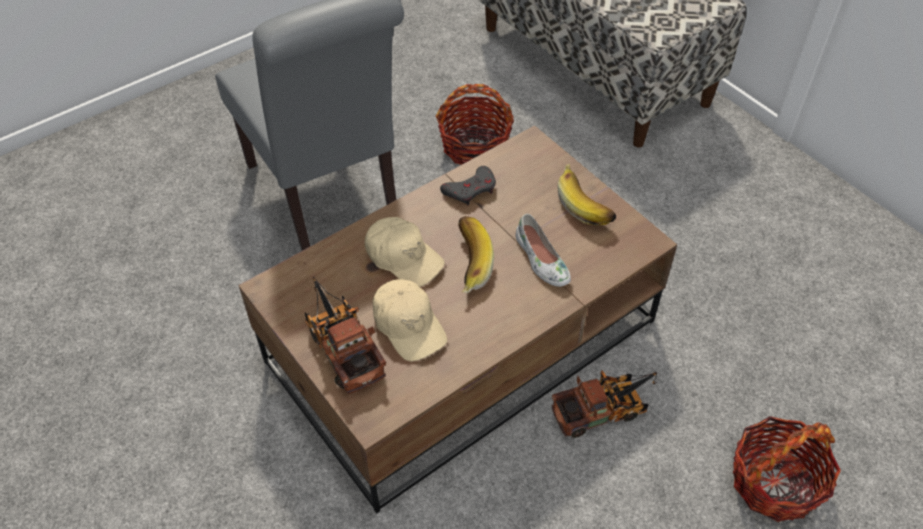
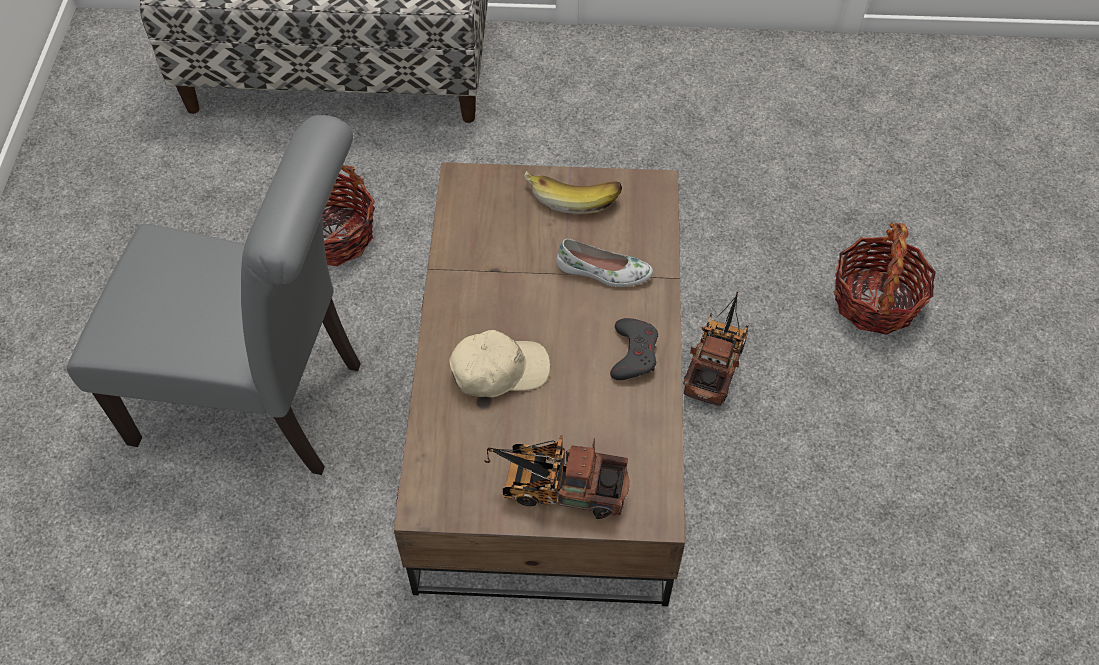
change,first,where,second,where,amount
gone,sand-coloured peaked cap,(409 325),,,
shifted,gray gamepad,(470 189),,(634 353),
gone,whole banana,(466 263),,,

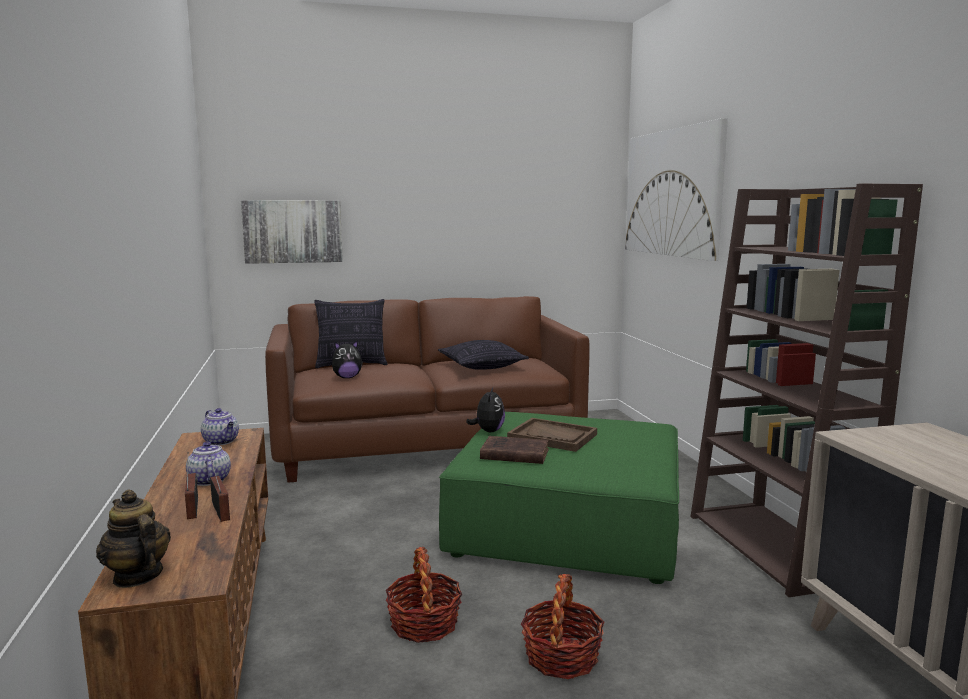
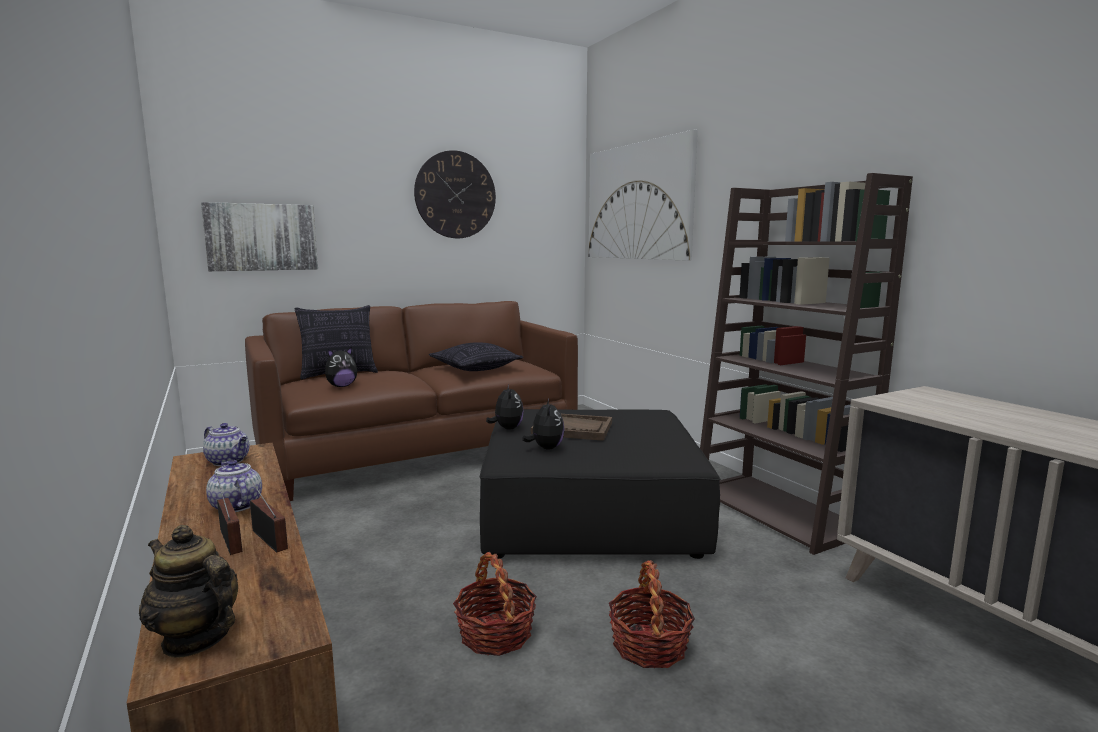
change,first,where,second,where,amount
repainted,green pouffe,(567 523),black pouffe,(590 511),
swapped,brown-coloured volume,(512 454),soft toy,(545 448),
new,,,clock on the wall,(455 195),

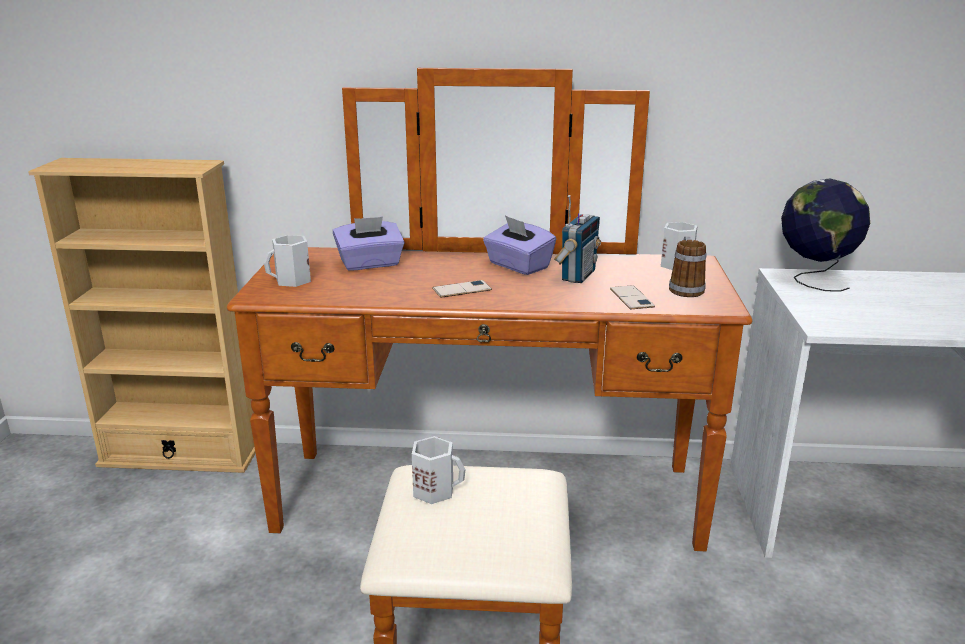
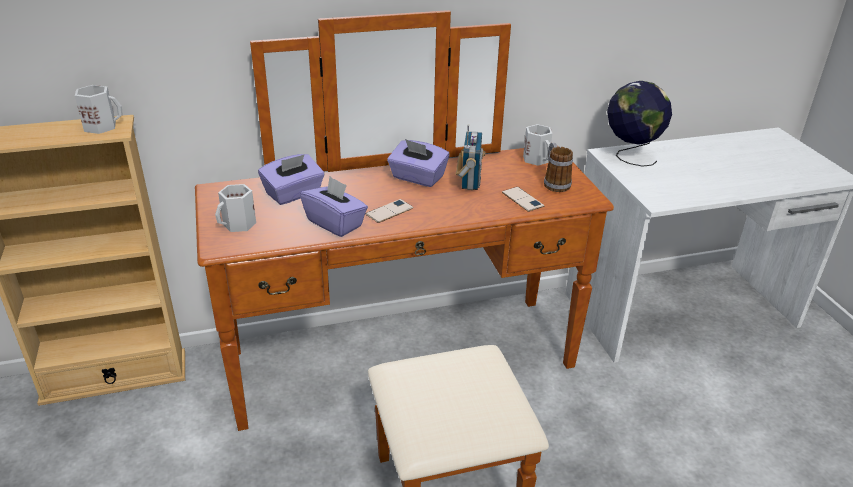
change,first,where,second,where,amount
shifted,white-coloured coffee mug,(435 490),,(101 126),
new,,,purple tissue box,(335 223),

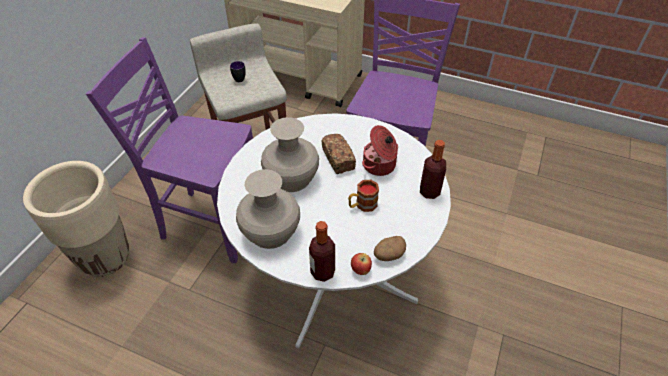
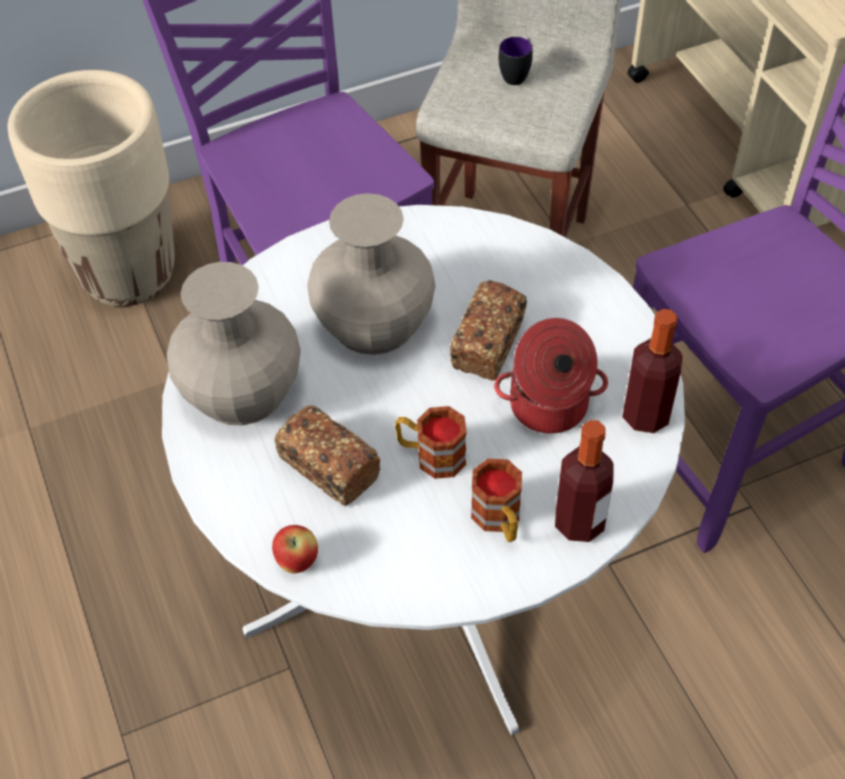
change,first,where,second,where,amount
shifted,bottle,(322 272),,(645 415),
gone,potato,(388 255),,,
new,,,bakery bread,(328 467),
new,,,coffee mug,(499 520),

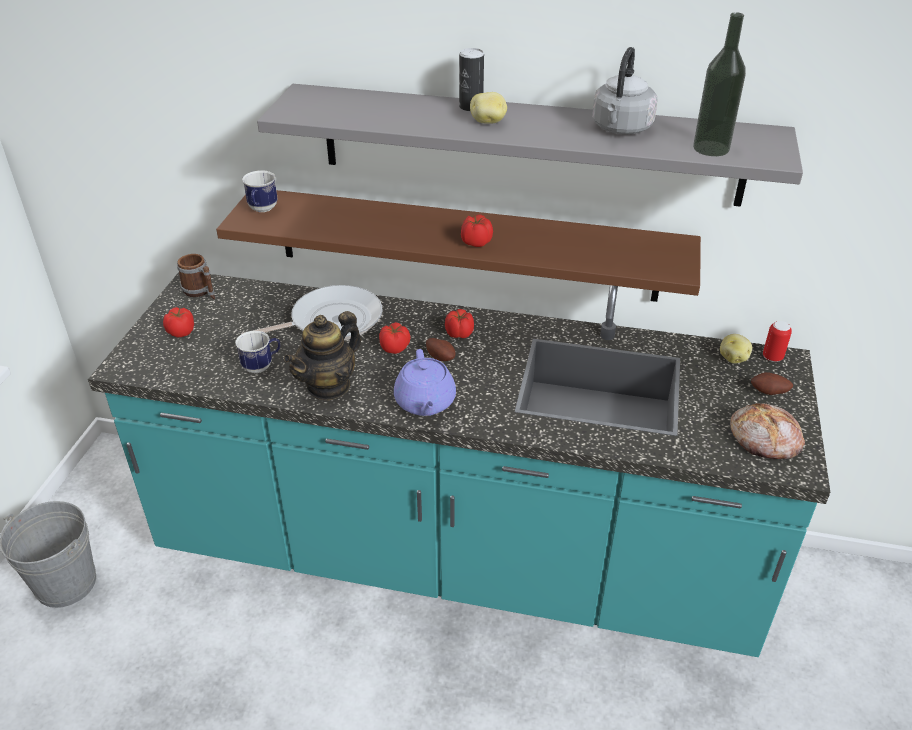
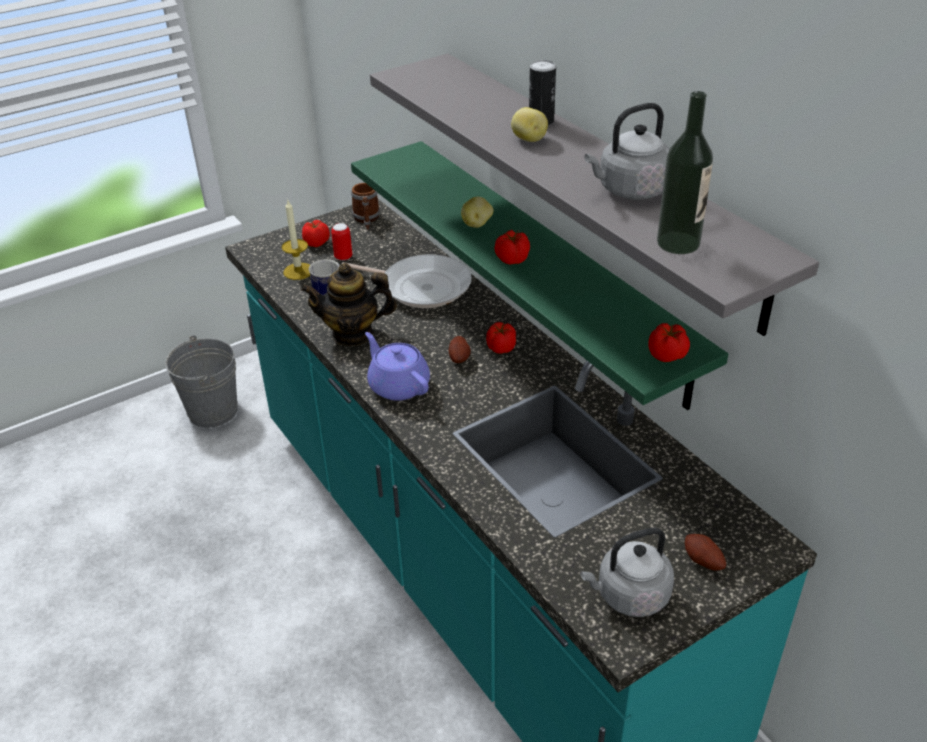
change,first,where,second,where,amount
repainted,brown-coloured shelf,(465 244),green shelf,(548 265),
gone,coffee mug,(262 210),,,
shifted,tomato,(395 348),,(667 355),
rotated,purple tea pot,(425 403),,(398 385),105 degrees clockwise
shifted,potato,(733 358),,(477 224),
swapped,bakery bread,(764 440),gray water kettle,(629 596),
shifted,can,(772 357),,(343 257),
new,,,candle,(298 271),

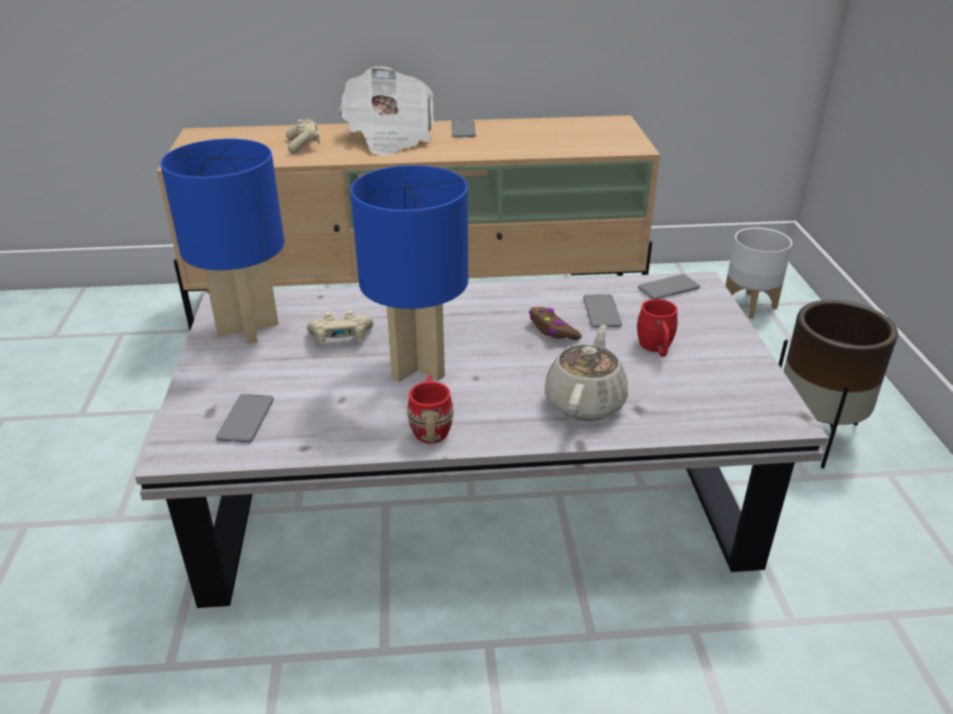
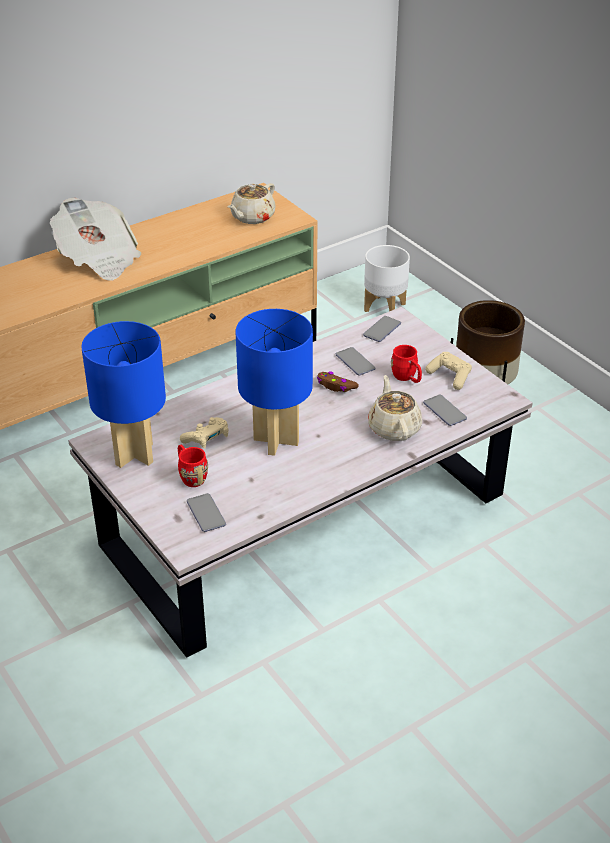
change,first,where,second,where,amount
shifted,sand-coloured gamepad,(303 145),,(450 376),
shifted,red coffee mug,(431 426),,(190 476),
shifted,phone,(463 130),,(444 411),
new,,,sand-coloured tea pot,(252 217),

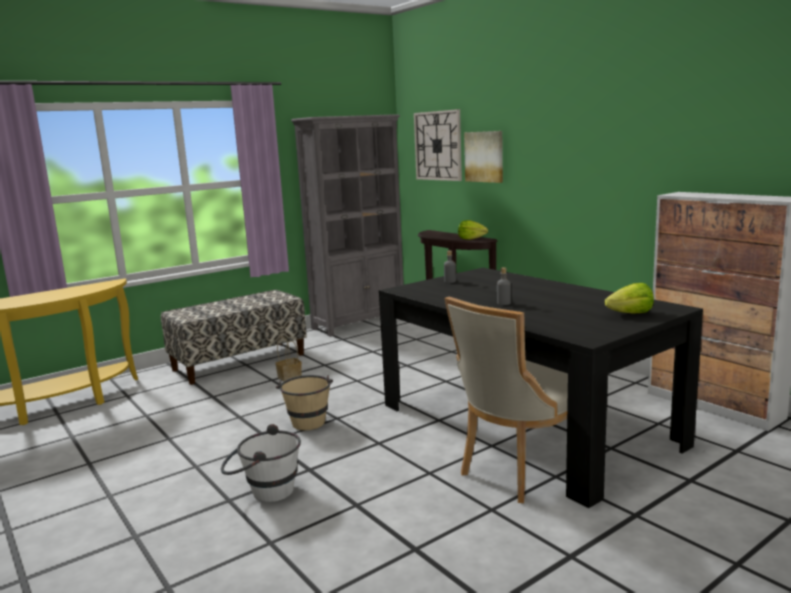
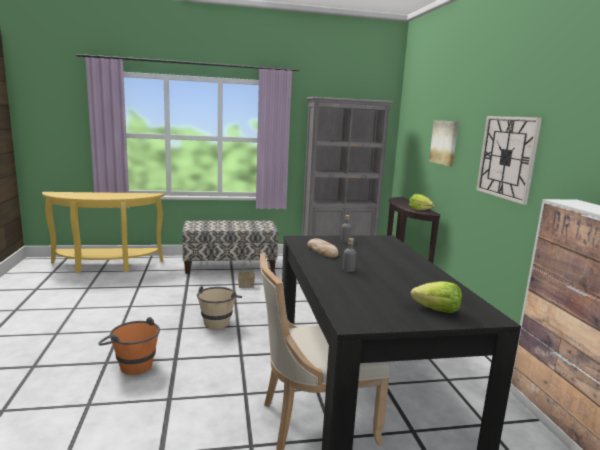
change,first,where,second,where,amount
repainted,white-coloured water bucket,(264 491),orange water bucket,(131 364),
shifted,clock on the wall,(438 146),,(507 157),
new,,,bakery bread,(323 251),

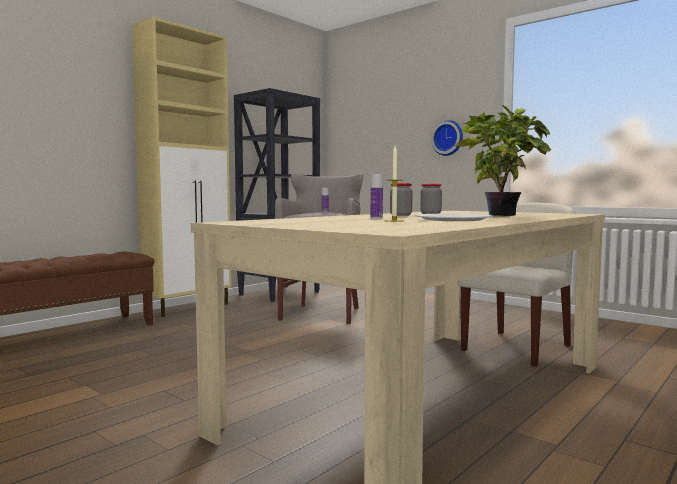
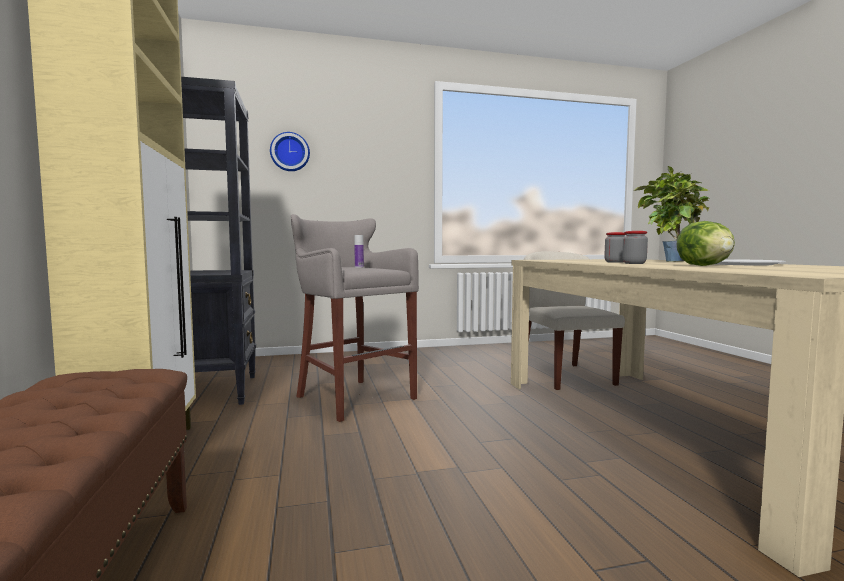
change,first,where,second,where,amount
swapped,bottle,(376 218),lettuce head,(705 266),
gone,candle,(394 221),,,
shifted,clock on the wall,(448 138),,(290 152),

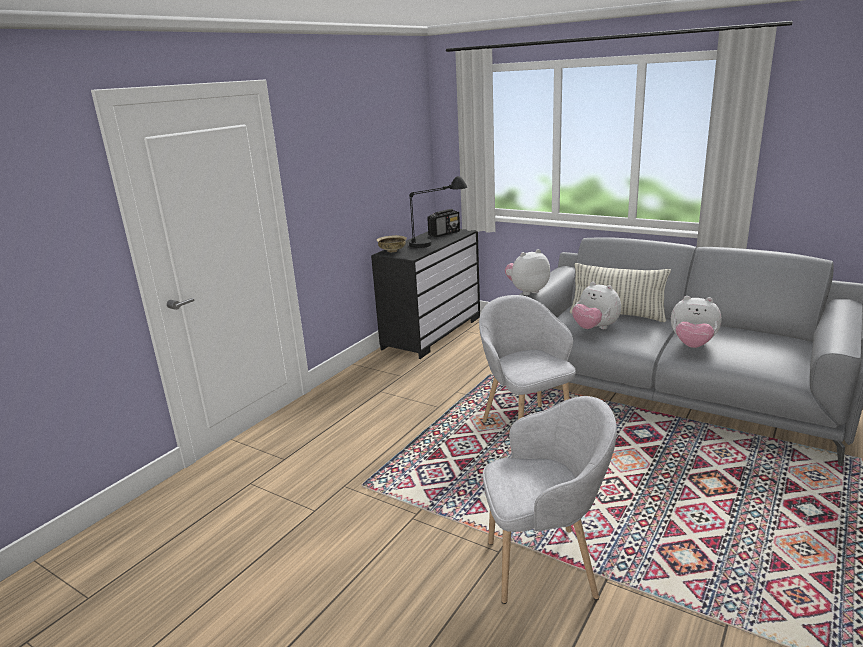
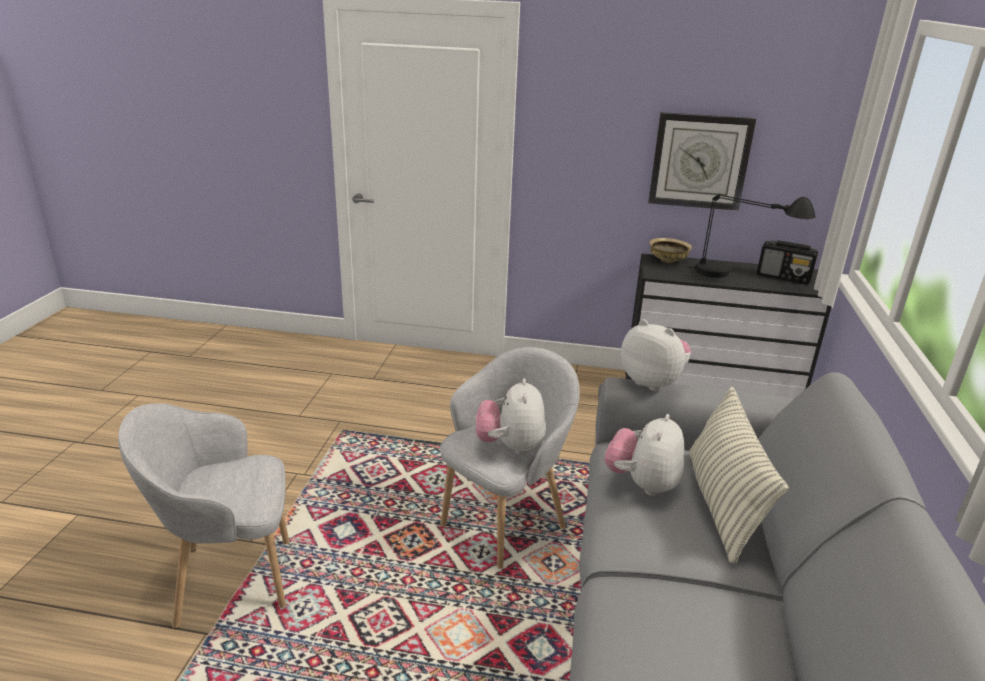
change,first,where,second,where,amount
rotated,gray lounge chair,(545 566),,(229 579),105 degrees clockwise
shifted,soft toy,(692 345),,(510 447),
new,,,clock on the wall,(699 161),

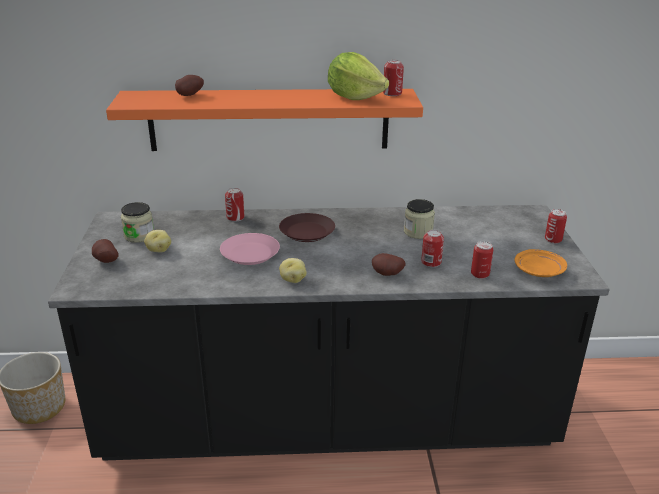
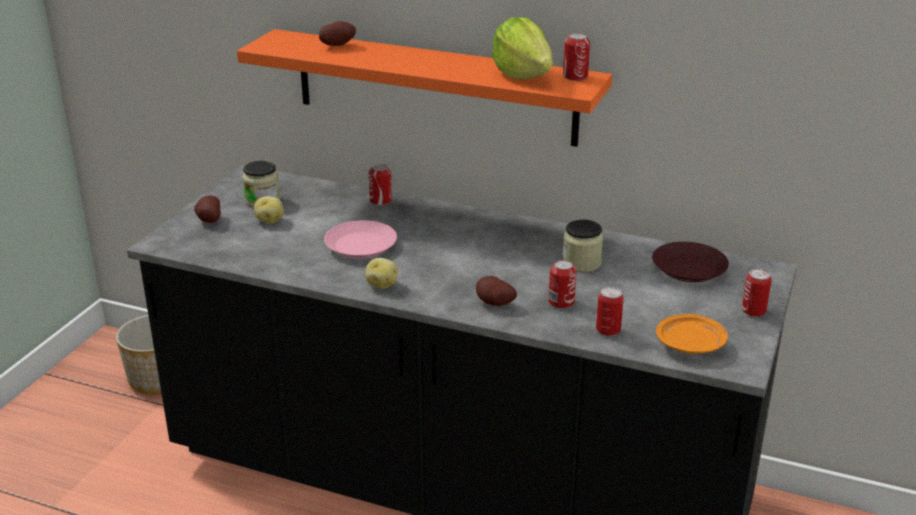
change,first,where,second,where,amount
shifted,brown-coloured plate,(307 232),,(689 269),

